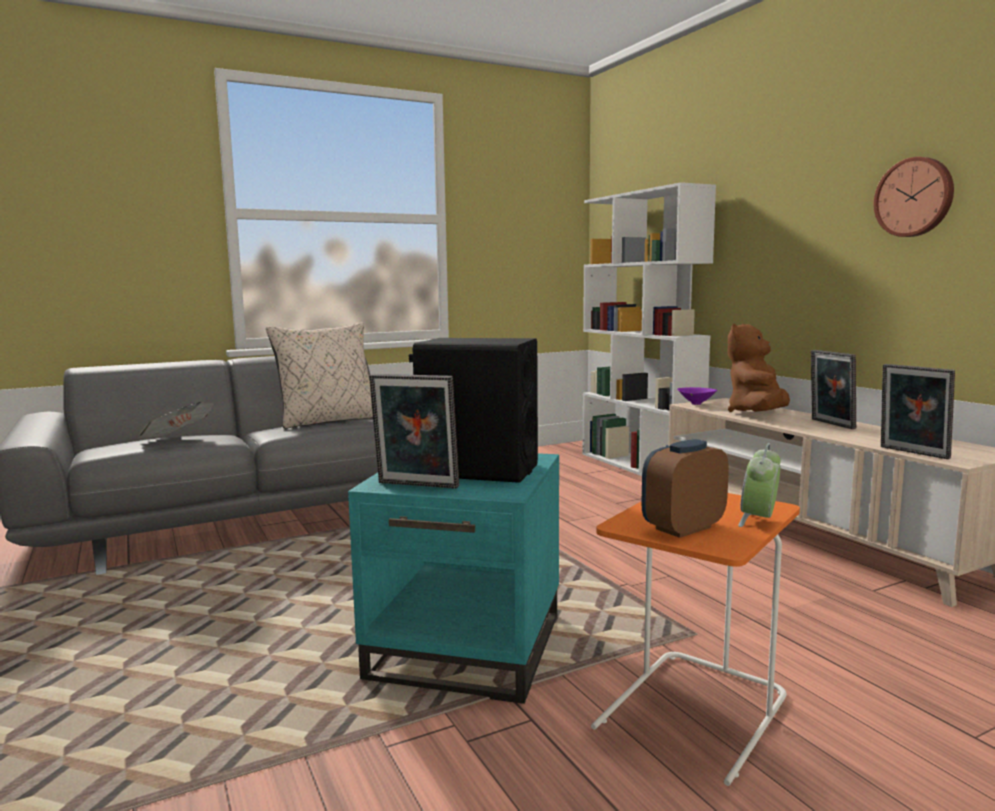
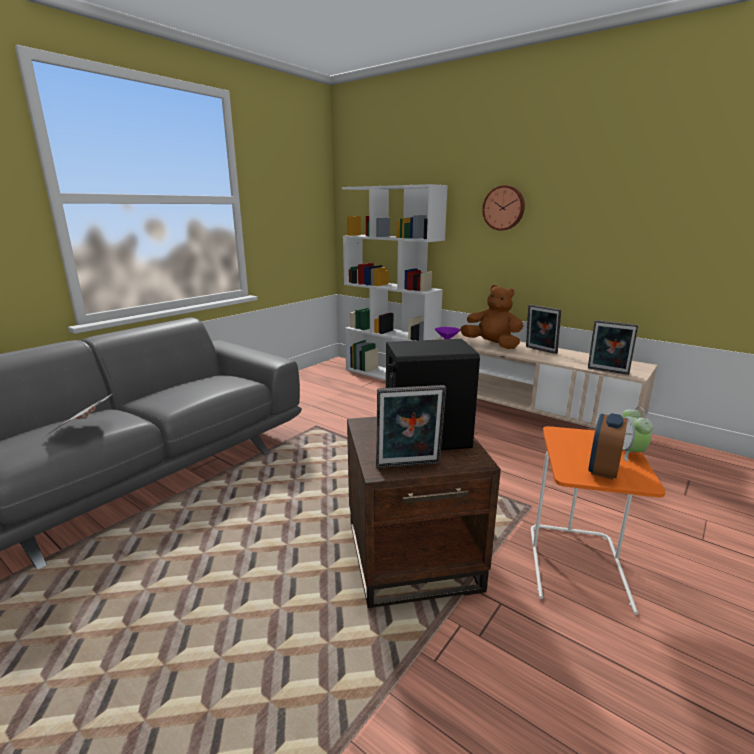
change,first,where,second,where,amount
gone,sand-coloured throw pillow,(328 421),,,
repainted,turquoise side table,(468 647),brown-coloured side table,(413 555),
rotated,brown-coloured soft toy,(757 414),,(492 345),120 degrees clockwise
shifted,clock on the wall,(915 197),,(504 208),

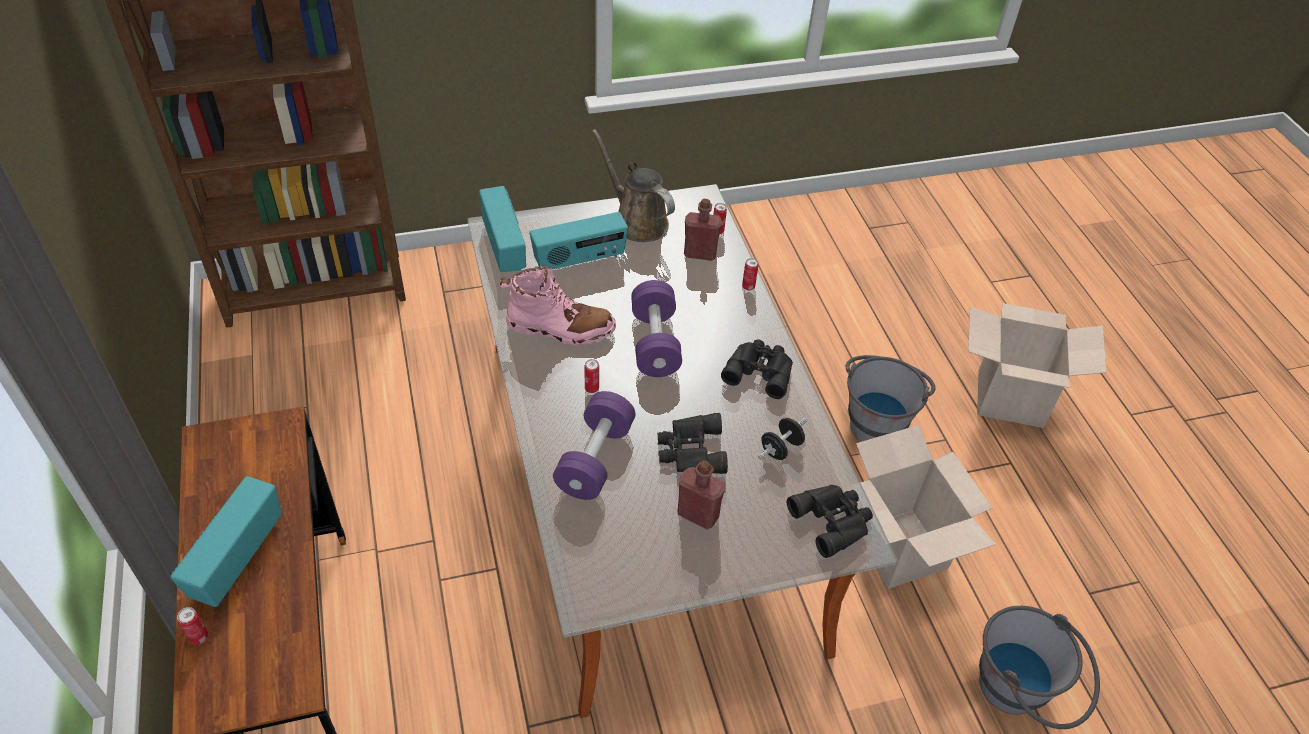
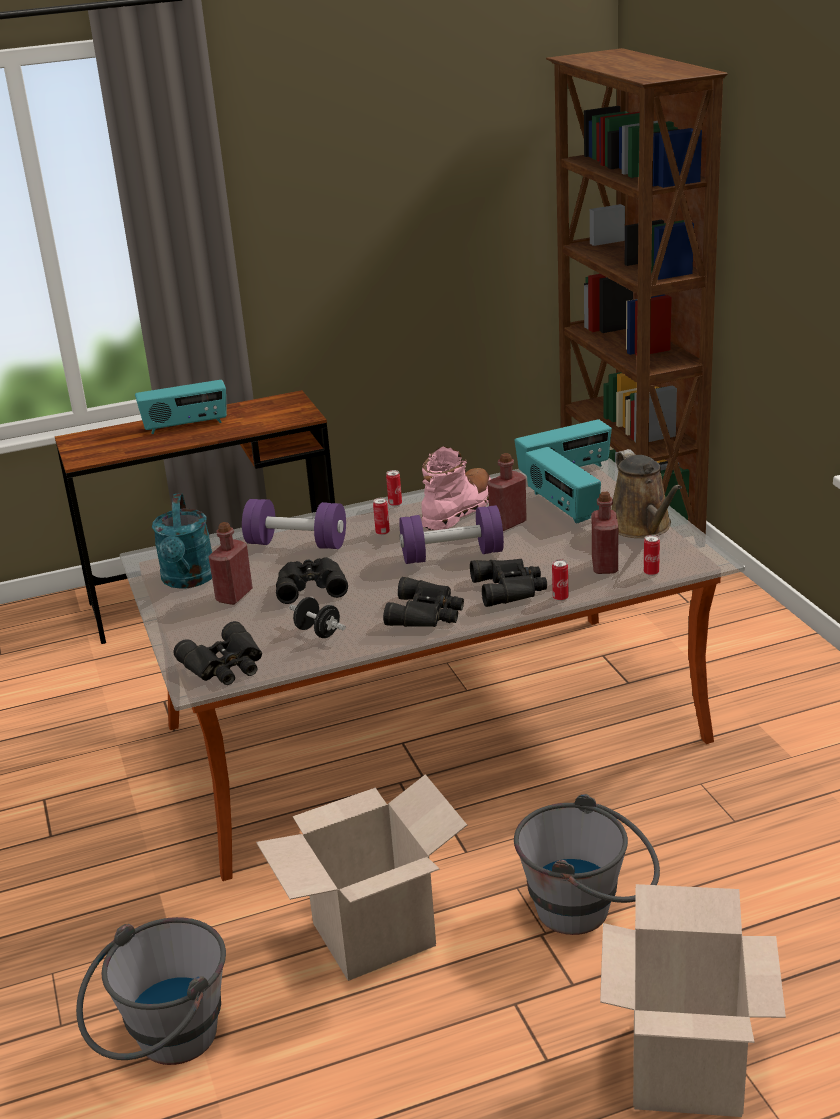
change,first,where,second,where,amount
rotated,radio set,(237 558),,(186 426),150 degrees clockwise
shifted,can,(199 637),,(395 504),
rotated,pink tall boot,(560 328),,(458 509),150 degrees counterclockwise
rotated,brown-coloured sprinkling can,(637 221),,(642 527),120 degrees clockwise
new,,,turquoise sprinkling can,(188 580),
new,,,black field glasses,(510 588),
new,,,red bottle,(508 523),

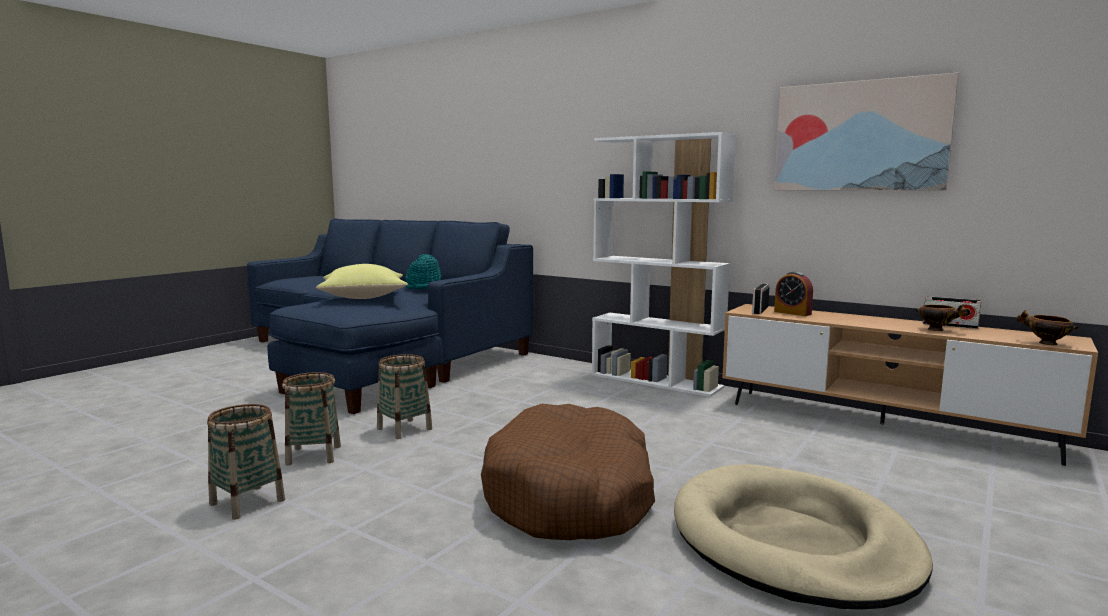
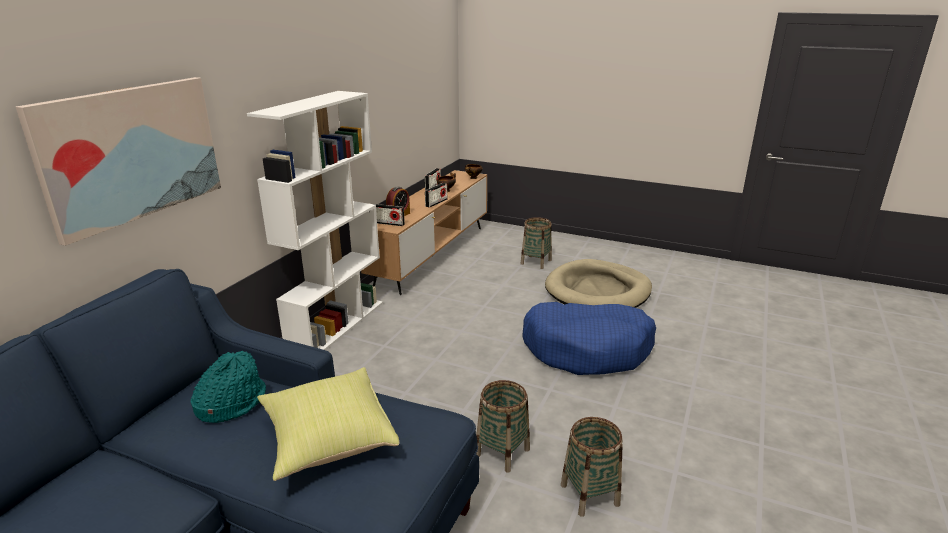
change,first,where,second,where,amount
shifted,storage basket,(247 502),,(536 262),
repainted,brown-coloured dog cushion,(570 495),blue-coloured dog cushion,(587 349),
shifted,wall picture,(860 136),,(132 153),
new,,,radio set,(436 203),

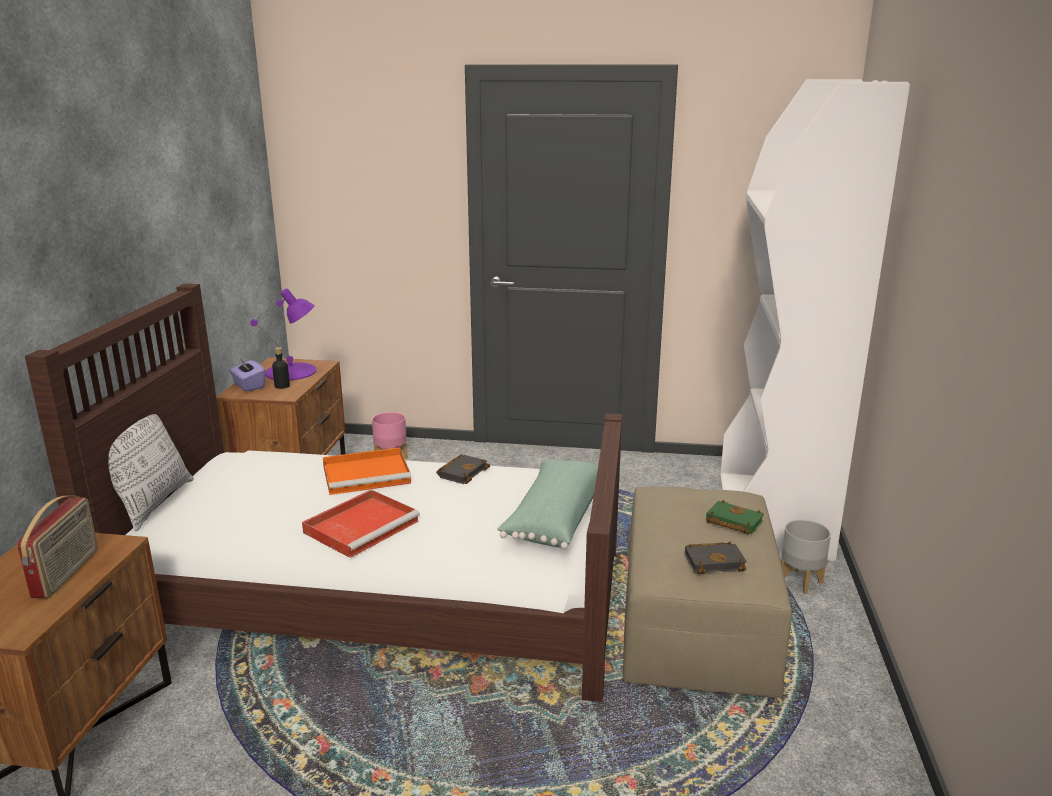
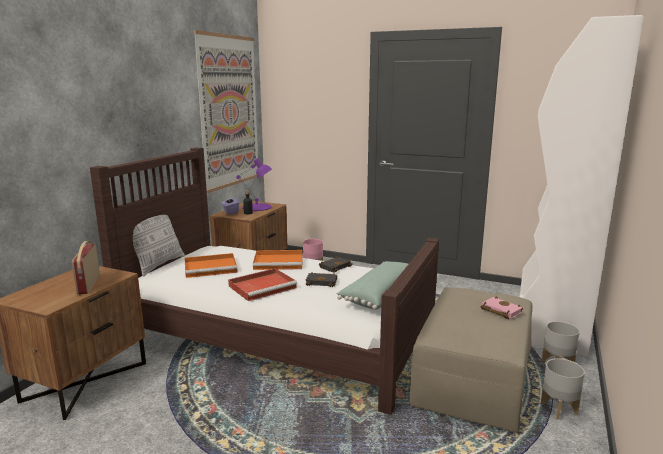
change,first,where,second,where,amount
rotated,radio set,(67 573),,(88 284),150 degrees clockwise
shifted,black volume,(715 561),,(322 282),
repainted,green volume,(732 522),pink volume,(499 311),
new,,,orange carrying tray,(211 267),
new,,,wall picture,(229 112),
new,,,gray planter,(559 409),

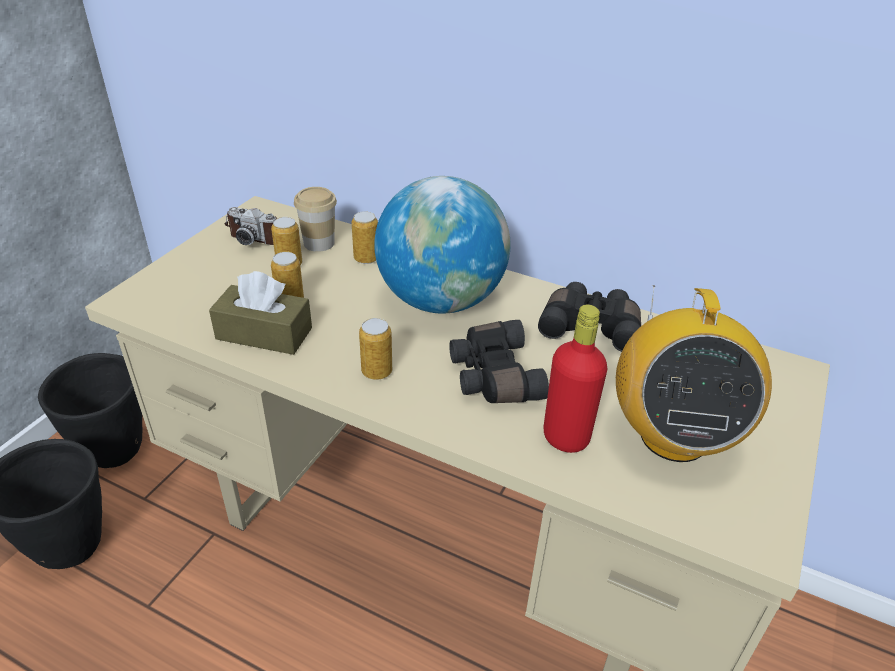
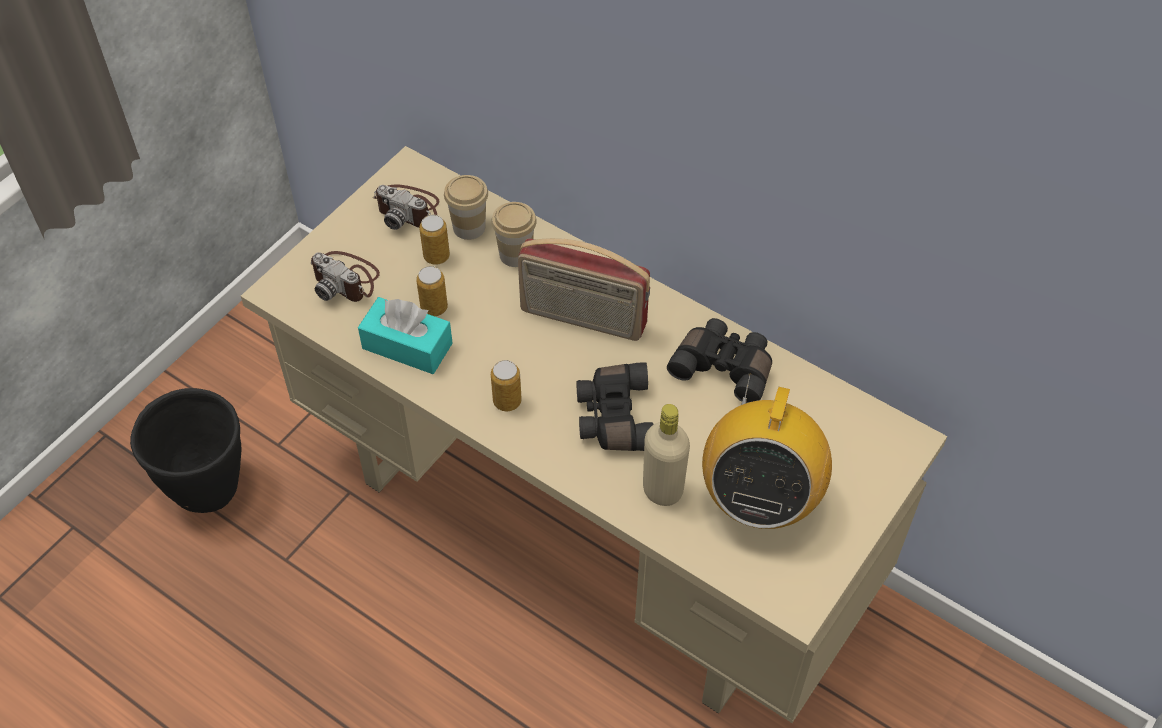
change,first,where,second,where,amount
gone,black planter,(113 451),,,
repainted,brown-coloured tissue box,(264 333),turquoise tissue box,(407 346),
swapped,can,(366 258),small cup,(515 254),
swapped,globe,(440 300),radio set,(582 319),
repainted,red bottle,(566 437),sand-coloured bottle,(662 490),
new,,,photo camera,(346 279),

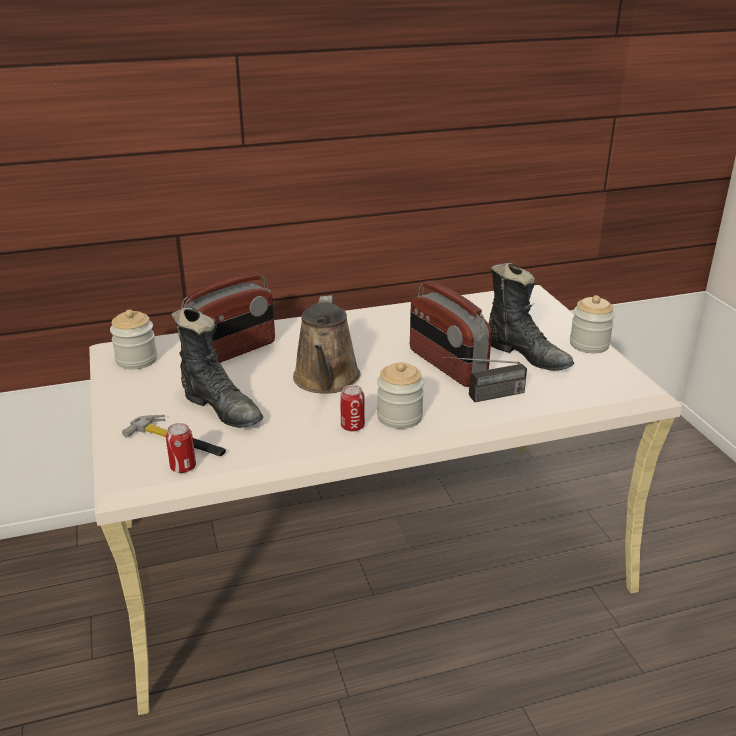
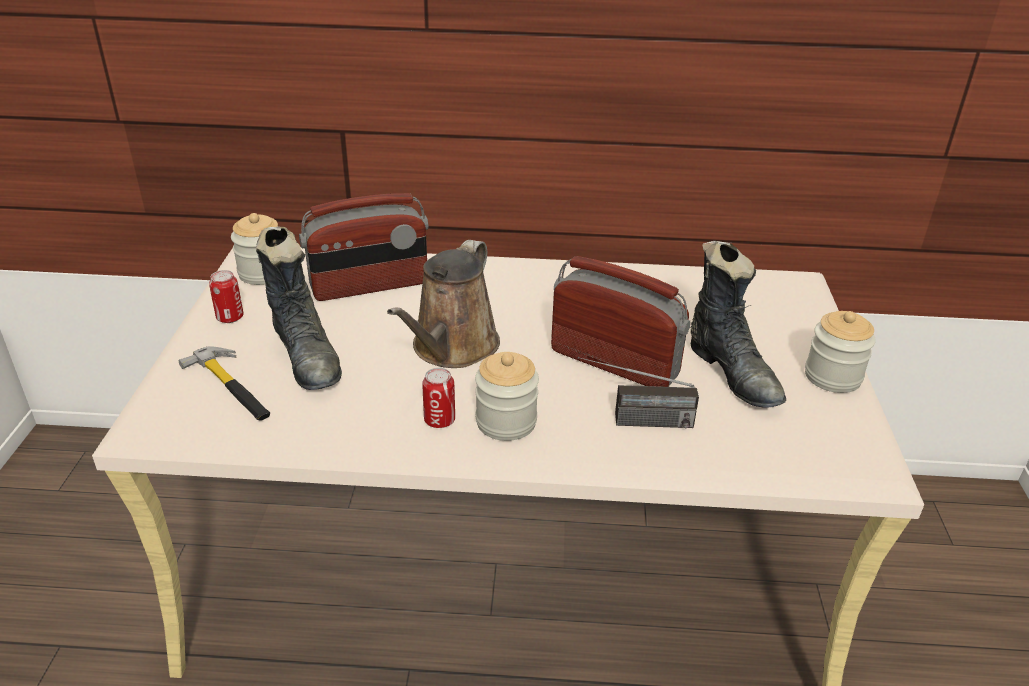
change,first,where,second,where,amount
shifted,can,(183 467),,(230 317),
rotated,radio set,(446 365),,(614 362),135 degrees clockwise

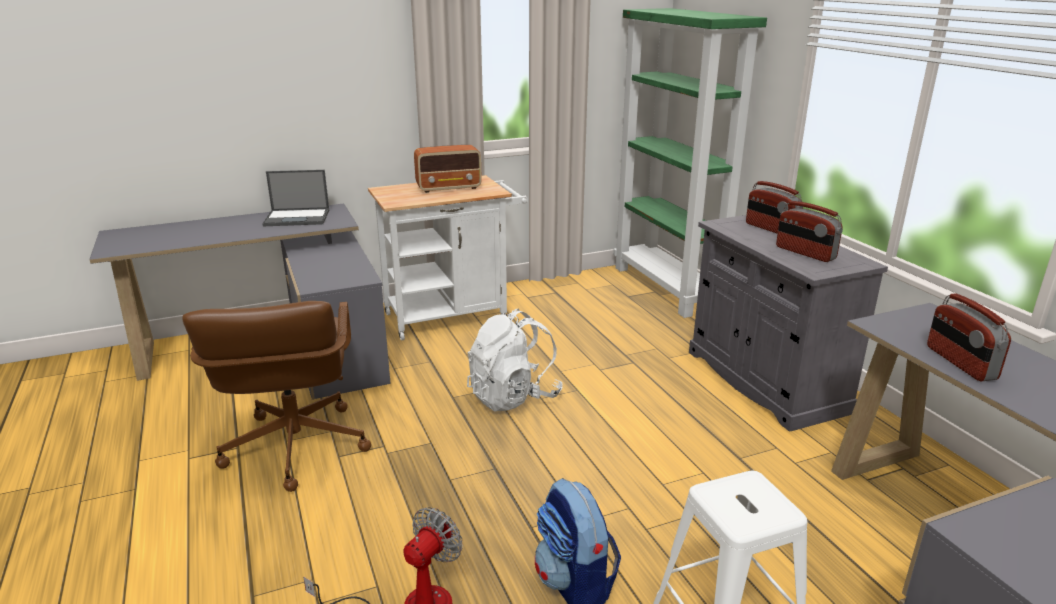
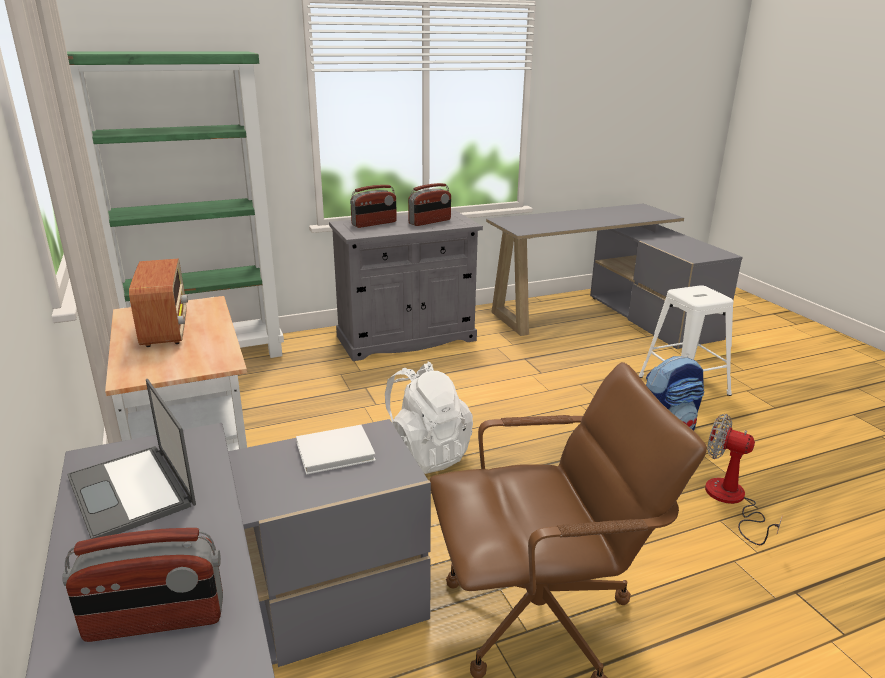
change,first,where,second,where,amount
rotated,notebook computer,(298 218),,(132 492),150 degrees clockwise
shifted,radio set,(960 363),,(155 621),
new,,,white-coloured volume,(337 451),

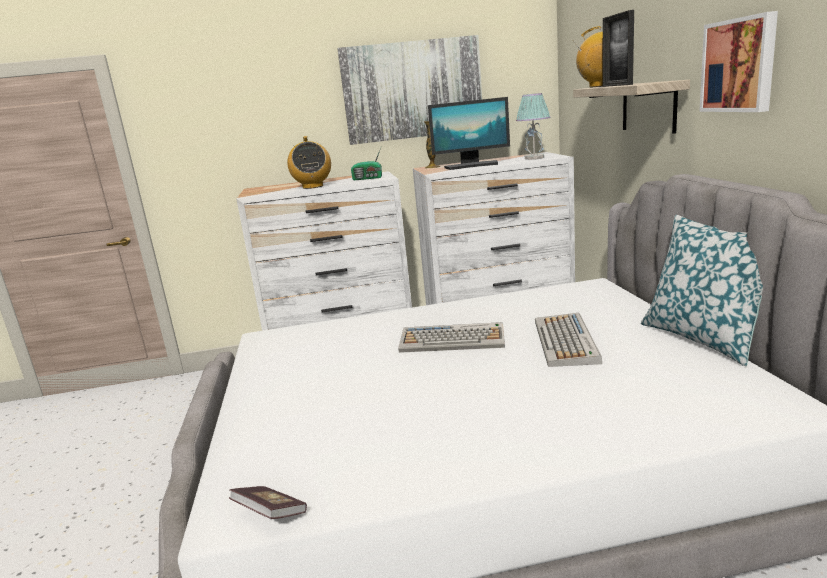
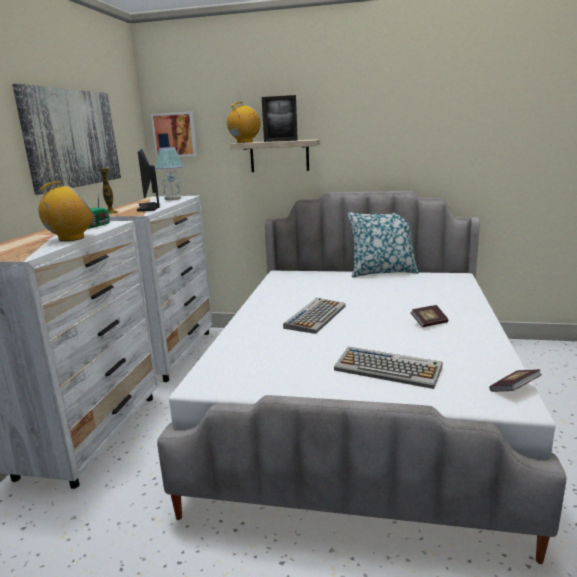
change,first,where,second,where,amount
rotated,radio set,(312 186),,(71 238),45 degrees counterclockwise
rotated,monitor,(472 166),,(149 207),150 degrees clockwise
shifted,keyboard,(566 341),,(389 369),
shifted,wall picture,(739 65),,(175 134),
new,,,volume,(429 323),

